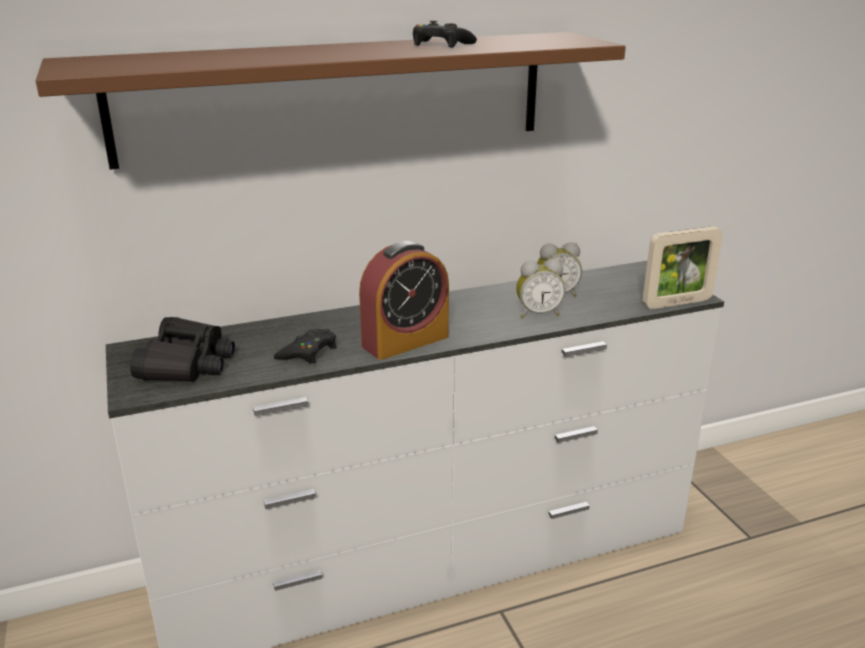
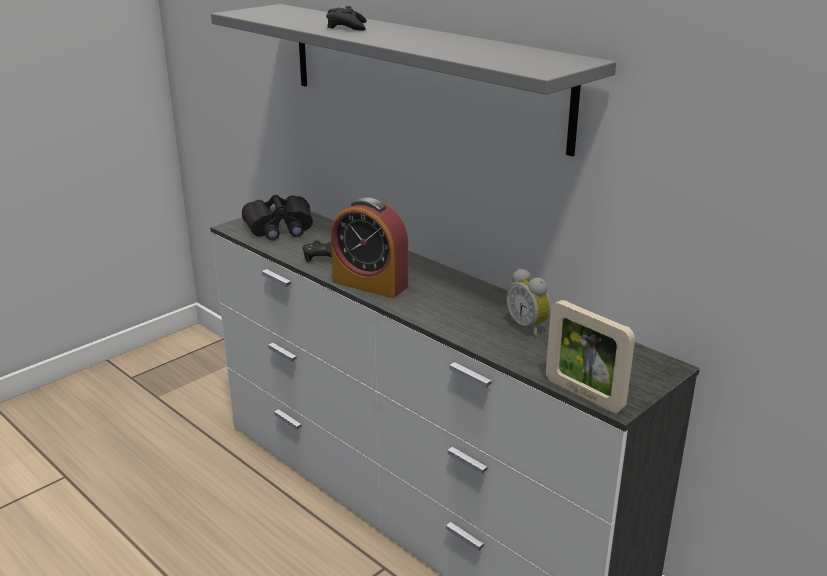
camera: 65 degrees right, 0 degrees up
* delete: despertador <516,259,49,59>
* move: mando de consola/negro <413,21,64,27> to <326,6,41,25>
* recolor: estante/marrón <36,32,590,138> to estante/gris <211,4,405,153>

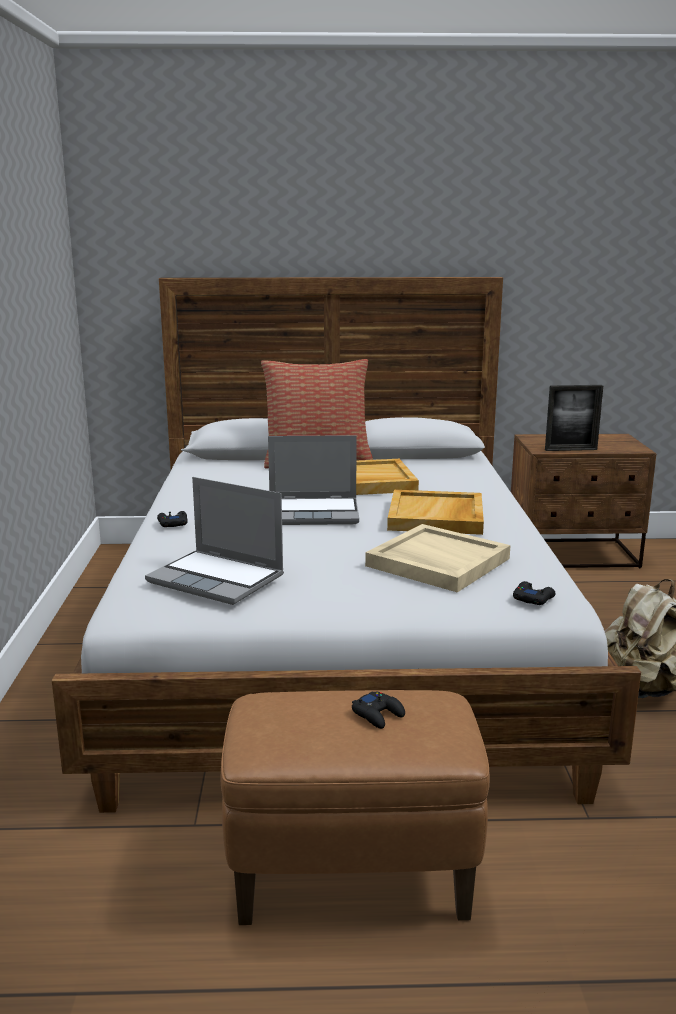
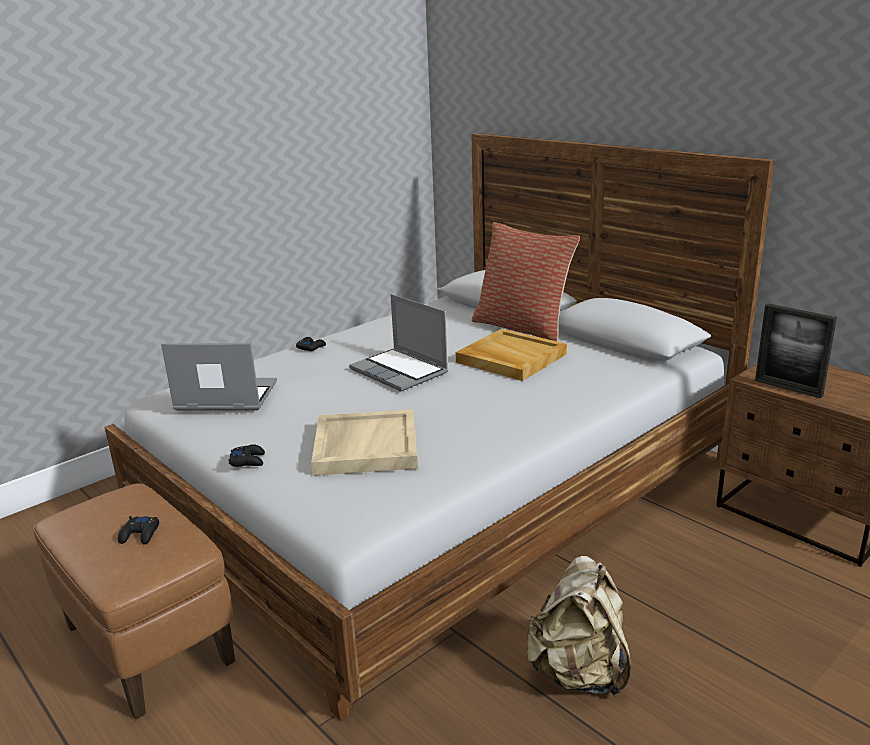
camera: 50 degrees right, 5 degrees up
* delete: bandeja/beis <387,490,97,45>
* move: mando de consola/negro <513,581,42,24> to <228,444,37,23>
* rotate: portátil <145,477,139,128> = <161,343,116,68> 105 degrees clockwise

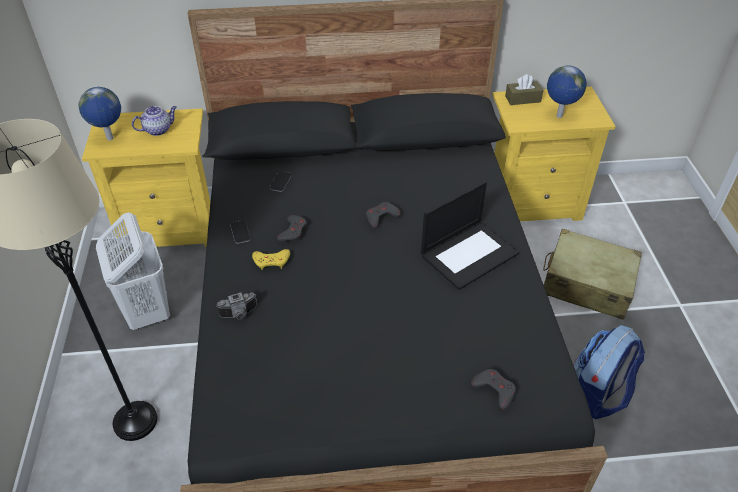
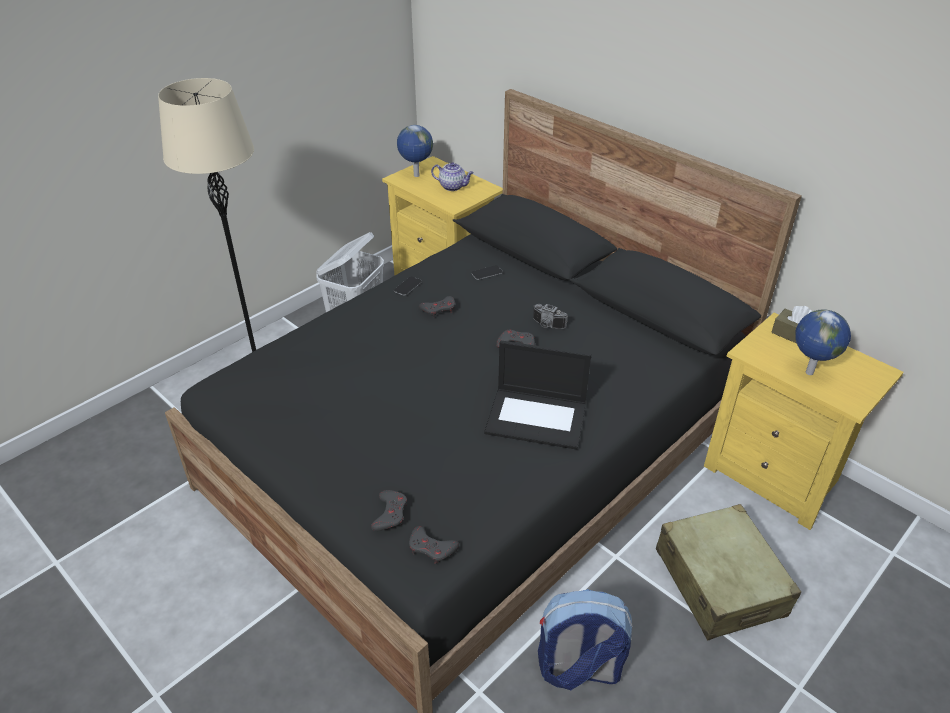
camera: 50 degrees right, 5 degrees down
* delete: mando de consola/amarillo <252,249,38,21>
* insert: mando de consola/gris <409,526,50,38>
* move: cámara <216,292,41,28> to <533,304,35,25>

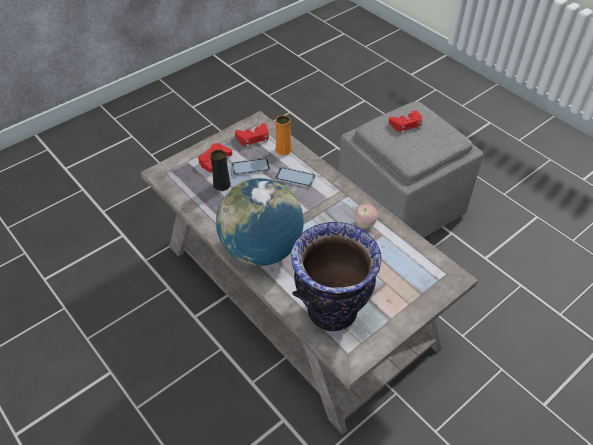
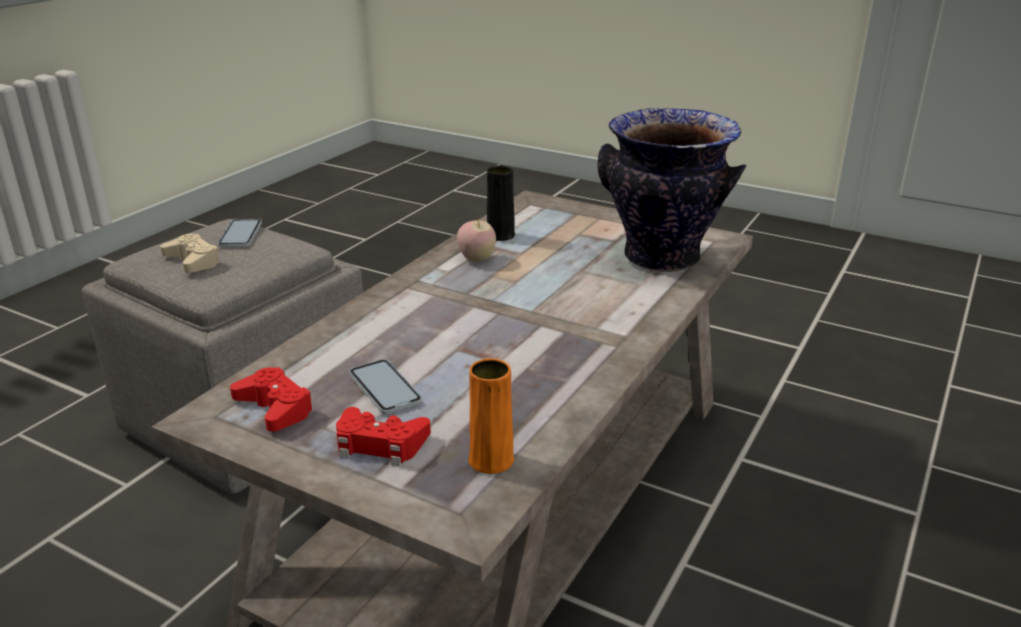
camera: 110 degrees left, 20 degrees down
* delete: globo terráqueo <216,178,88,88>
* move: florero/negro <210,150,21,41> to <487,166,28,75>
* move: florero/naranja <275,115,17,40> to <468,358,46,116>
* move: móvil <275,167,40,20> to <218,219,44,28>
* recolor: mando de consola/rojo <389,110,33,24> to mando de consola/beis <160,234,62,39>

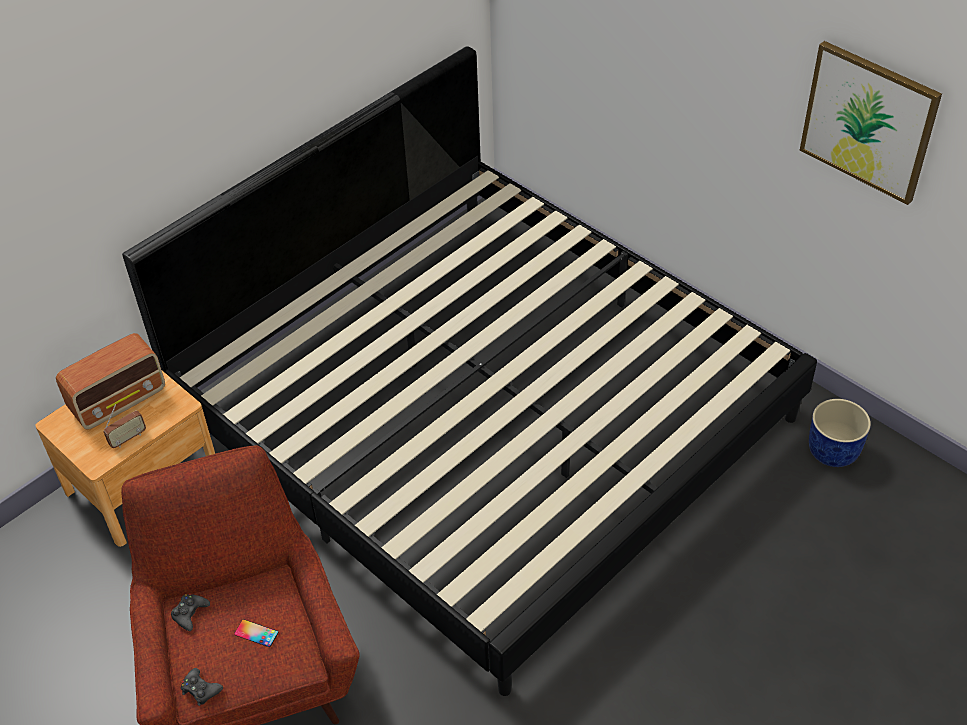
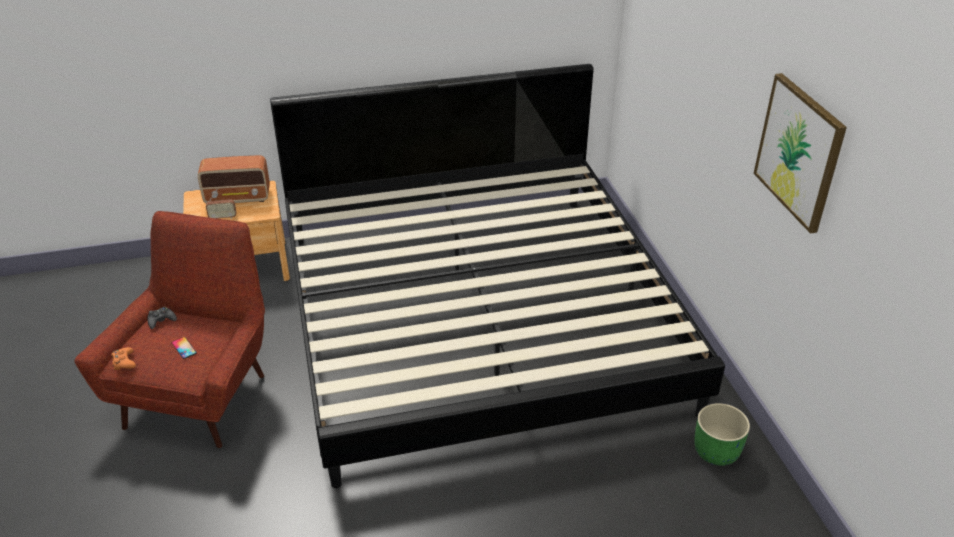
camera: 30 degrees right, 10 degrees down
* recolor: mando de consola/negro <181,668,42,38> to mando de consola/naranja <111,347,25,23>
* recolor: maceta/azul <809,399,62,68> to maceta/verde <694,403,56,63>

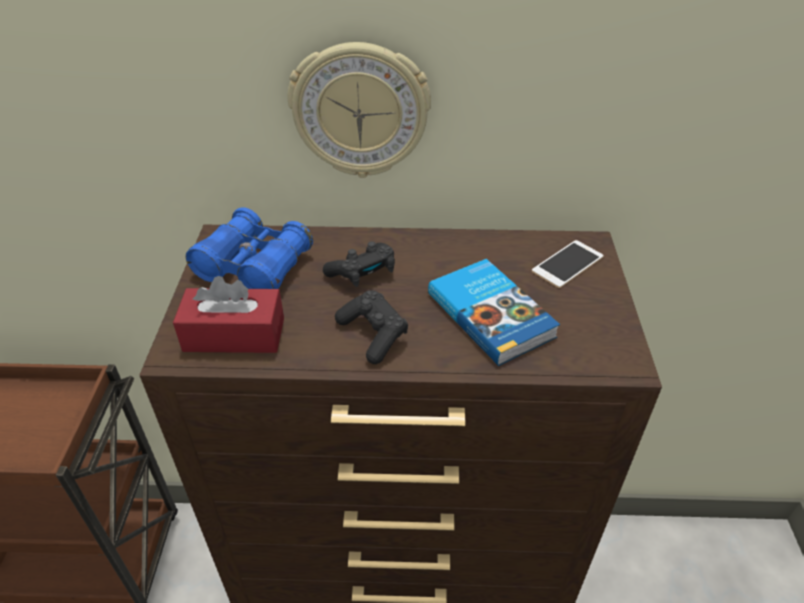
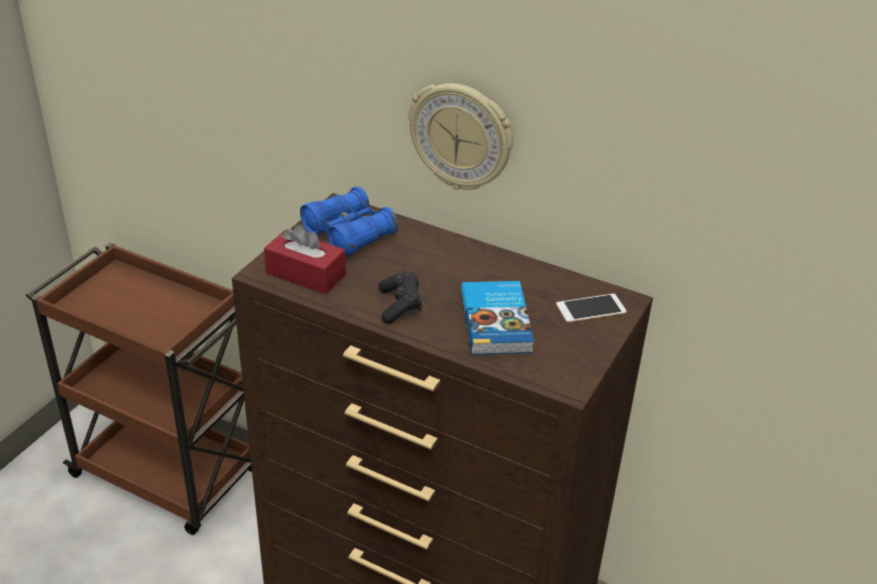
camera: 25 degrees right, 5 degrees down
* delete: mando de consola/negro <323,241,72,46>

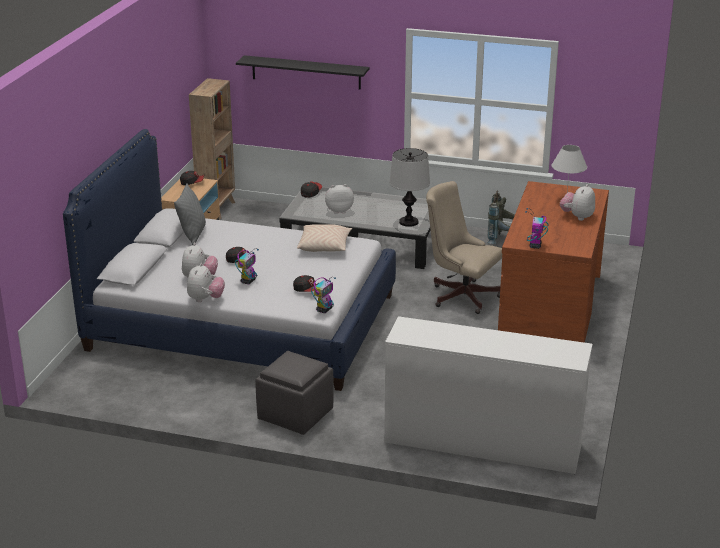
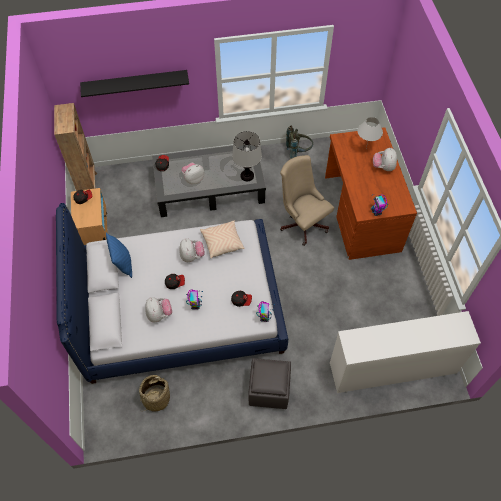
camera: 25 degrees left, 30 degrees up
* insert: cesta <138,375,32,37>
* move: peluche <187,263,38,39> to <179,238,26,24>
* recolor: cojín/gris <174,183,32,62> to cojín/azul <106,232,26,46>
* rotate: silla de oficina/beis <426,181,76,133> = <280,155,54,91> 45 degrees clockwise

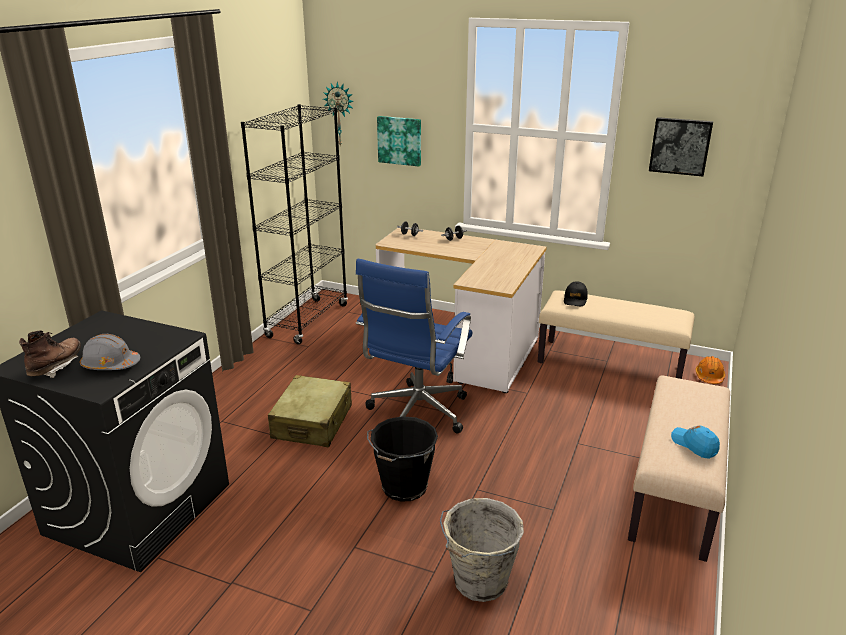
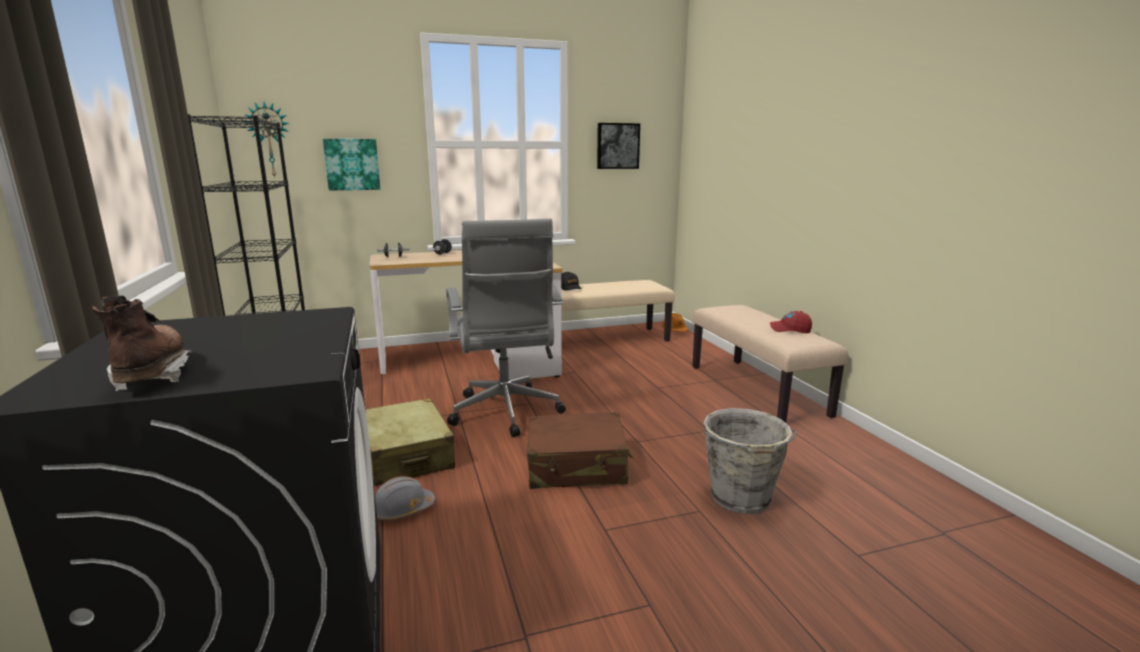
camera: 40 degrees left, 10 degrees down
* move: casco/gris <80,334,60,36> to <375,476,60,45>
* replace: cubo/negro <367,416,71,86> to maleta/marrón <527,412,106,77>
* recolor: silla de oficina/azul <356,259,116,175> to silla de oficina/gris <446,219,120,218>
* recolor: gorra/azul <671,425,49,34> to gorra/rojo <770,311,42,22>

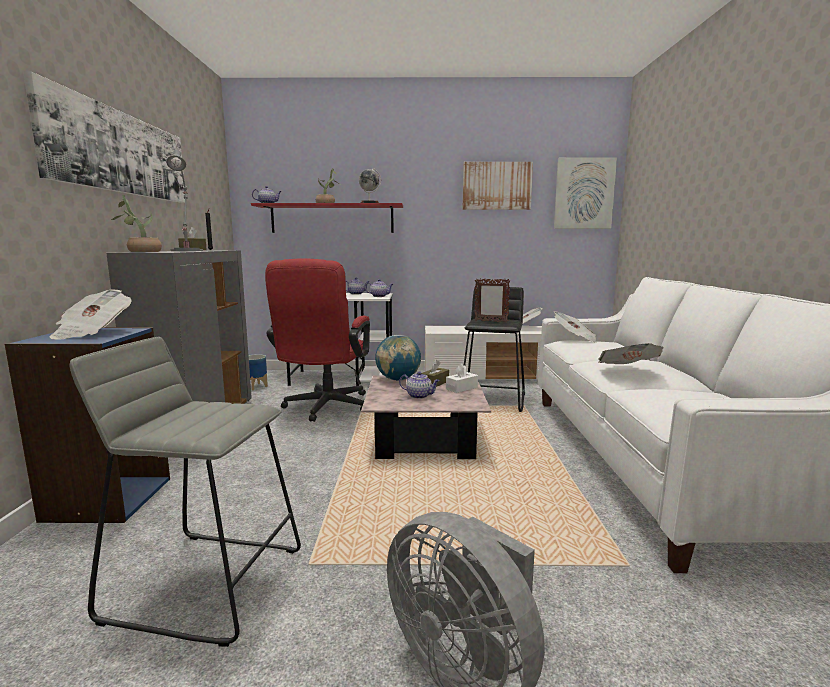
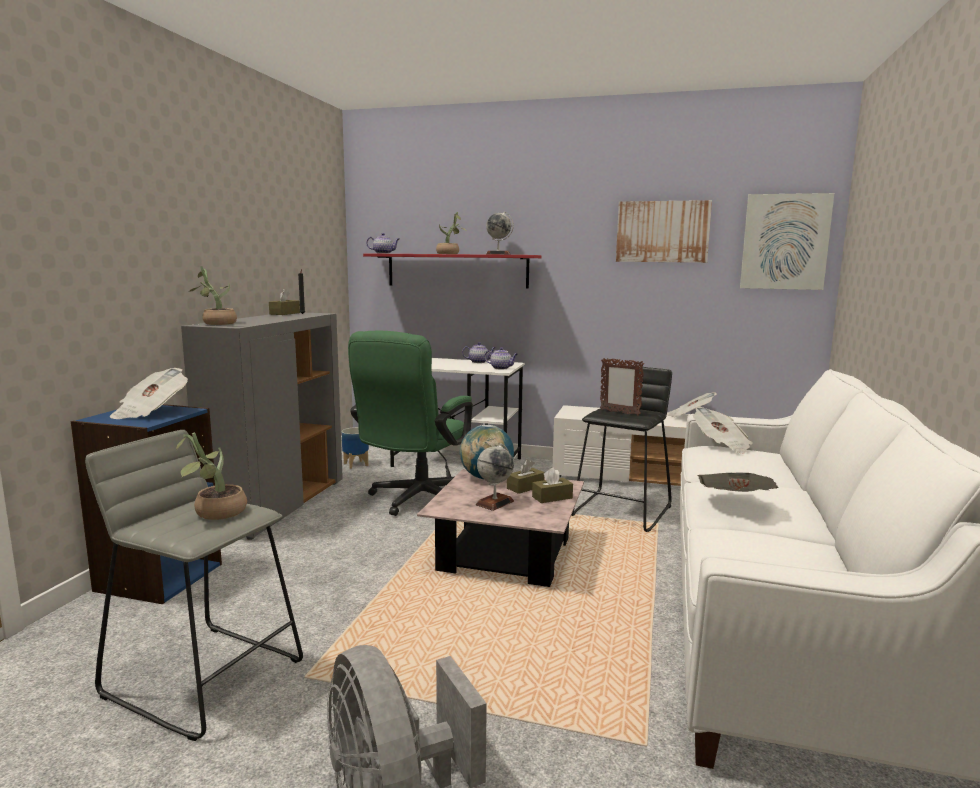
camera: 15 degrees right, 0 degrees up
* delete: cuadro <23,71,162,132>
* delete: lámpara de mesa/gris <166,150,37,101>
* insert: planta en maceta <176,432,71,88>
* replace: tetera <399,372,41,27> to globo terráqueo <476,443,38,68>
* recolor: silla de oficina/rojo <265,259,105,163> to silla de oficina/verde <348,331,125,185>
* recolor: caja de pañuelos/blanco <446,364,32,29> to caja de pañuelos/marrón <532,468,41,35>

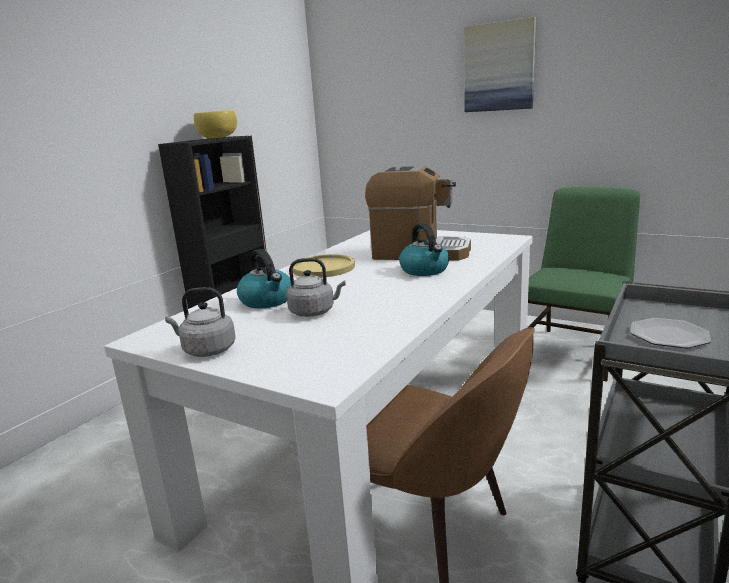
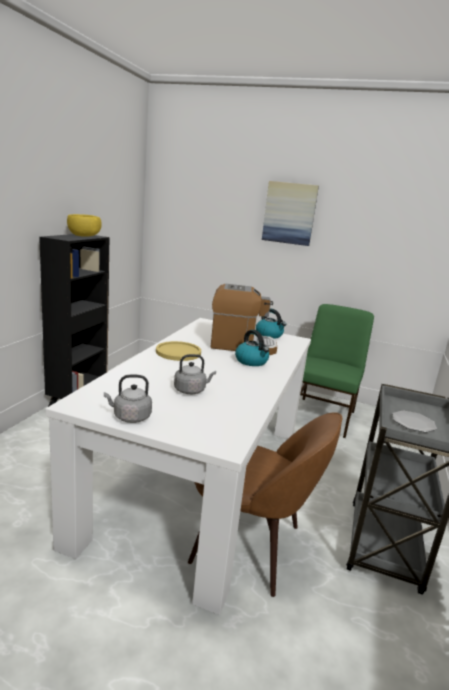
camera: 15 degrees left, 0 degrees up
* move: hervidor <237,249,54,60> to <256,309,30,30>

